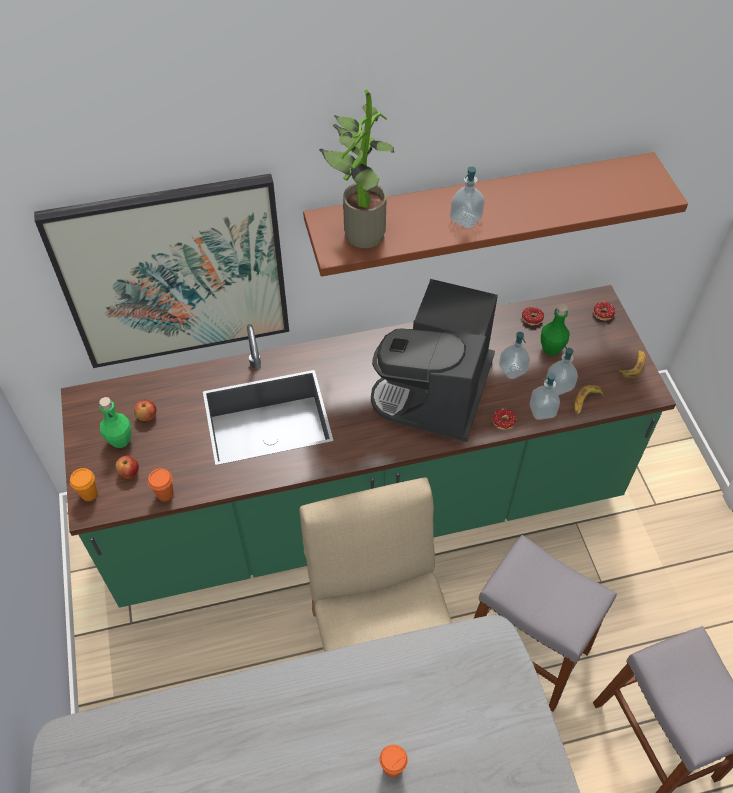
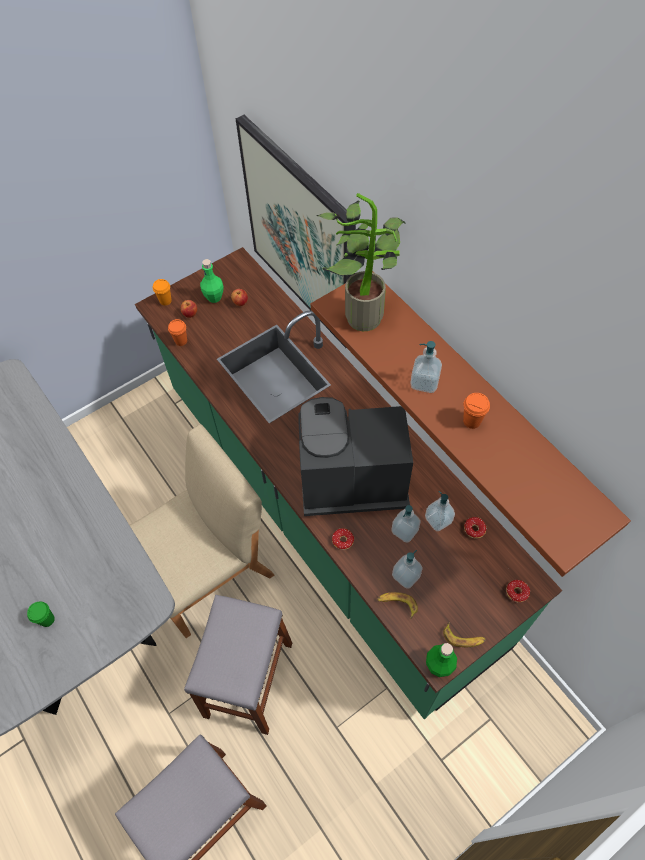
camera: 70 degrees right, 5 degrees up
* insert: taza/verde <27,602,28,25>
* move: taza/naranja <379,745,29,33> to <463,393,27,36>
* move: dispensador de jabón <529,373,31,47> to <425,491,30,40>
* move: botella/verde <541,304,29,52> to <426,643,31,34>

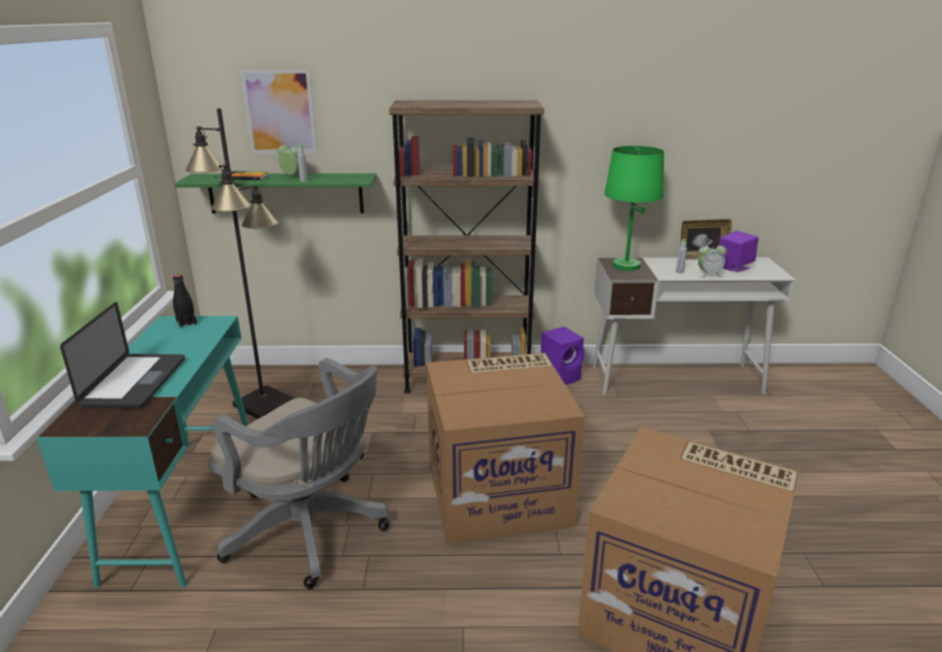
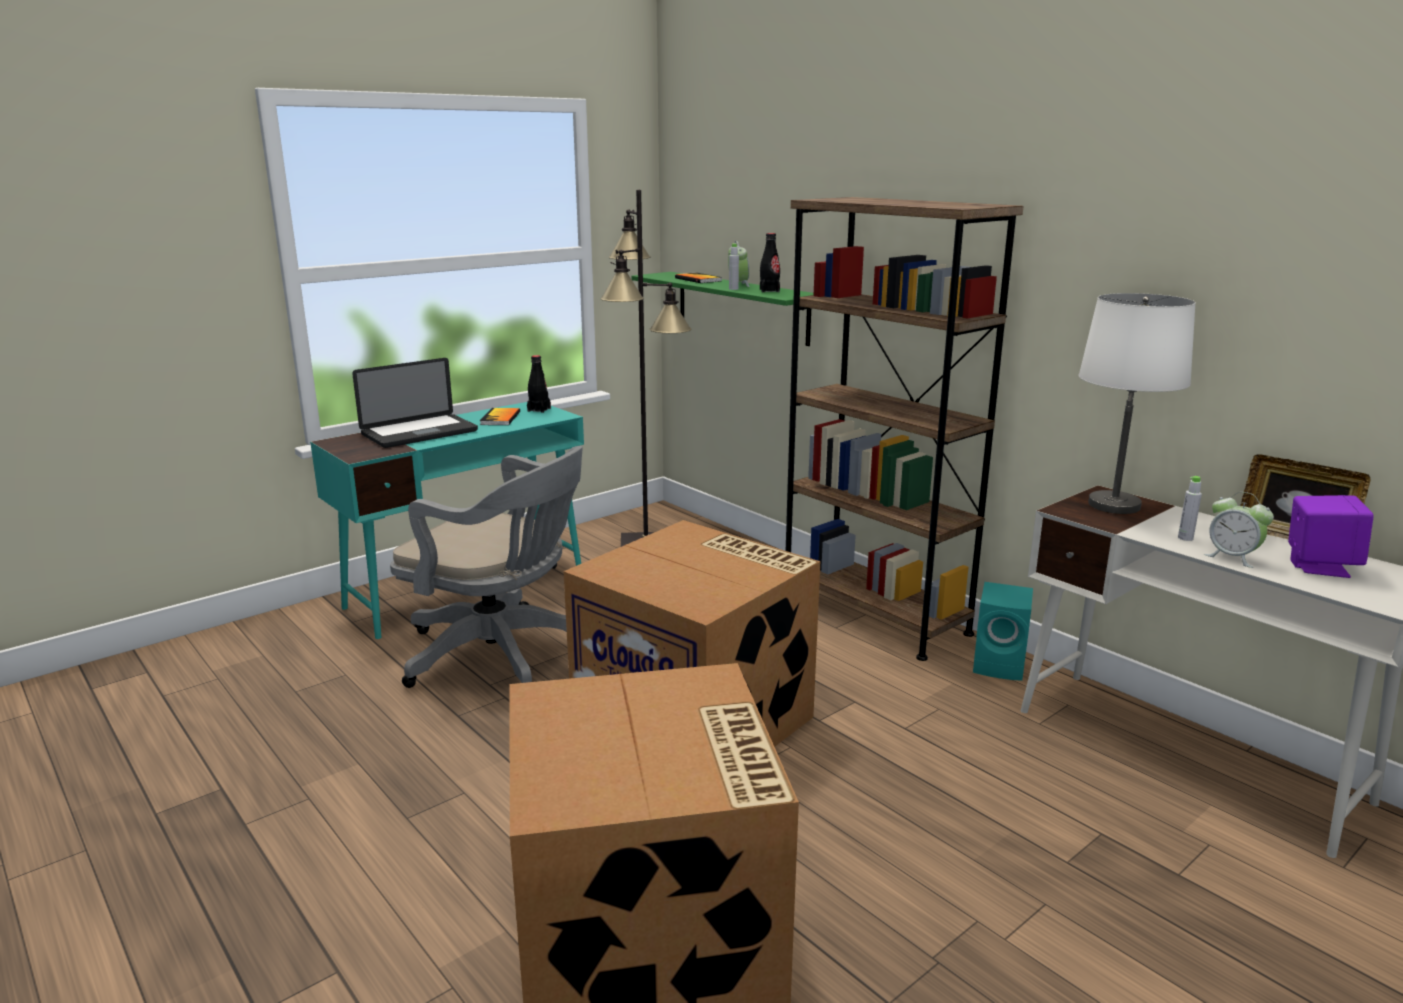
camera: 50 degrees right, 5 degrees down
* delete: cuadro <240,69,78,84>
* insert: libro <480,408,40,17>
* insert: botella/negro <760,233,20,59>
* recolor: altavoz/morado <541,327,44,58> to altavoz/turquesa <973,582,60,99>
* recolor: lámpara de mesa/verde <604,146,60,125> to lámpara de mesa/blanco <1079,293,117,221>
* rotate: silla de oficina/gris <208,358,181,231> = <390,446,193,242> 60 degrees counterclockwise

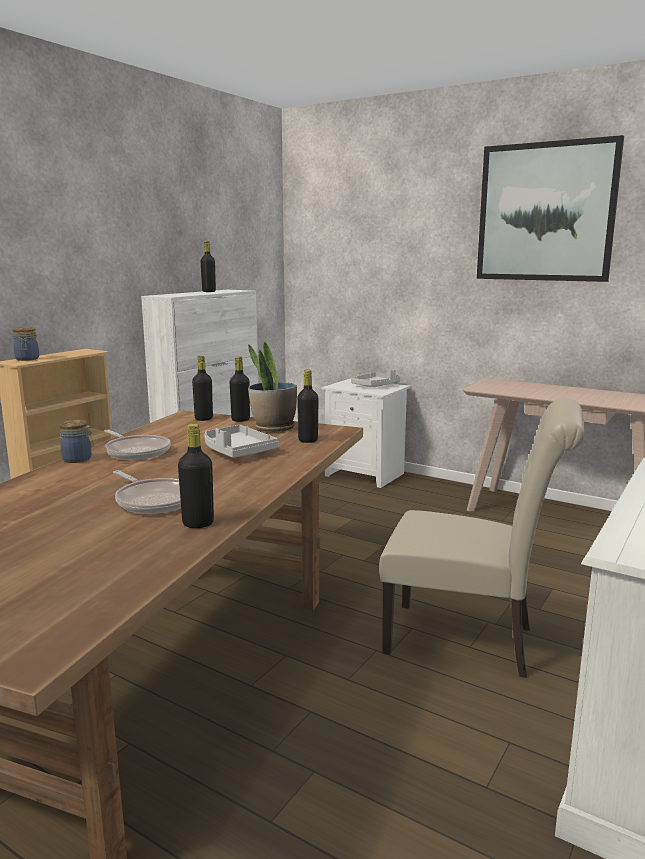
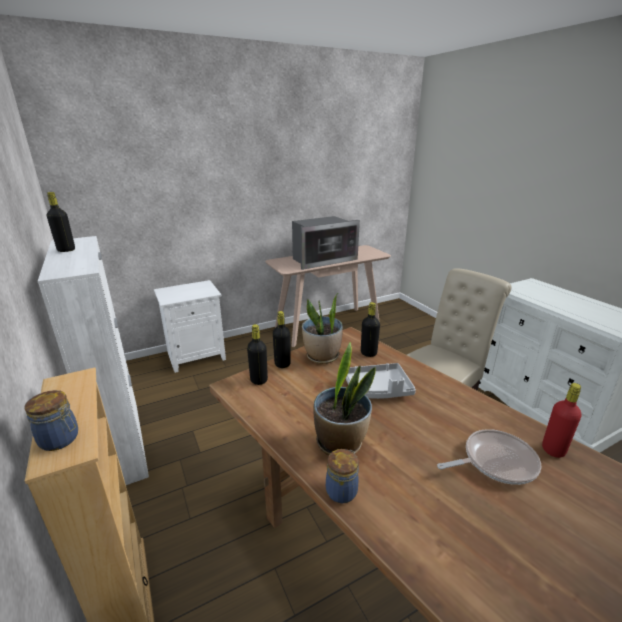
camera: 60 degrees left, 10 degrees up
* delete: bandeja/gris <351,369,49,18>
* delete: cuadro <477,135,147,147>
* insert: microondas <292,216,68,54>
* replace: sartén <104,430,67,30> to planta en maceta <314,342,62,113>
* recolor: botella/negro <178,424,36,104> to botella/rojo <542,383,39,75>

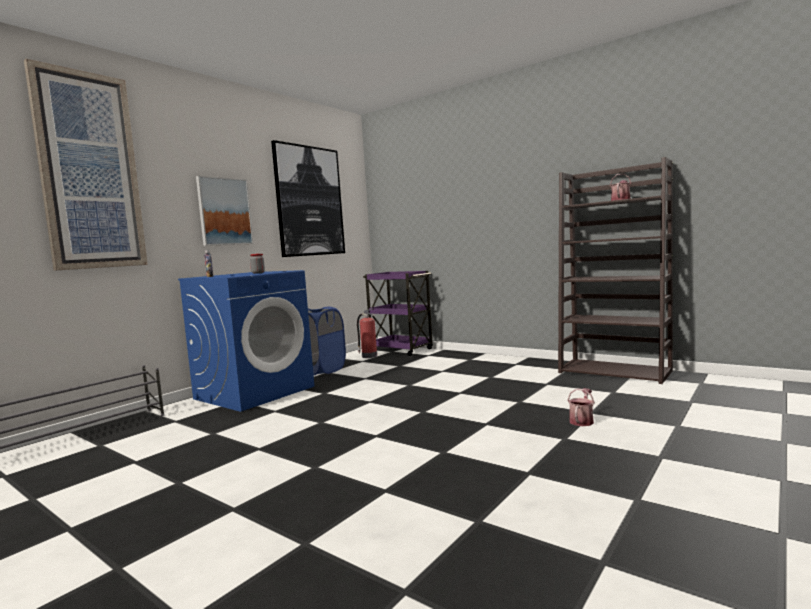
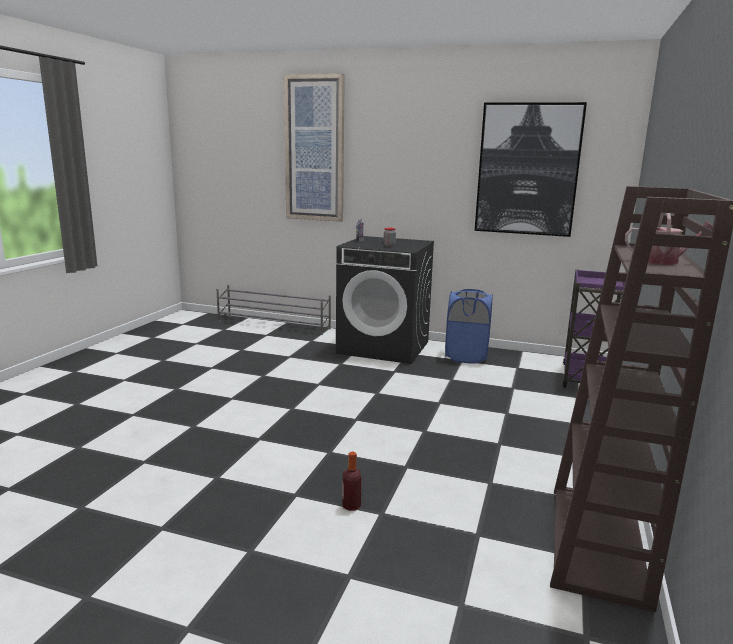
camera: 70 degrees right, 10 degrees up
* delete: cuadro <196,176,57,70>
* delete: extintor <357,308,20,50>
* replace: regadera <568,388,27,38> to botella <342,452,20,59>
* recolor: lavadora/azul <178,270,136,142> to lavadora/negro <336,236,98,128>

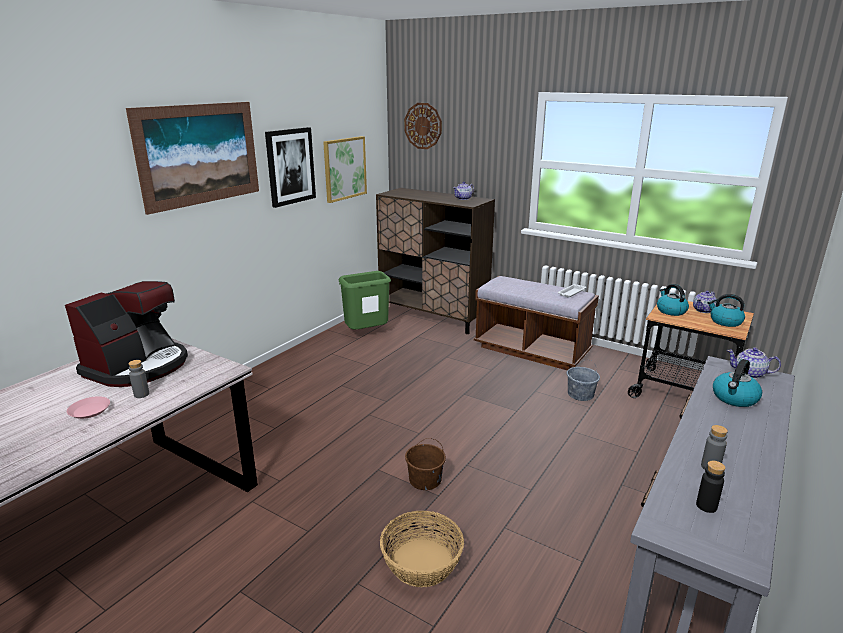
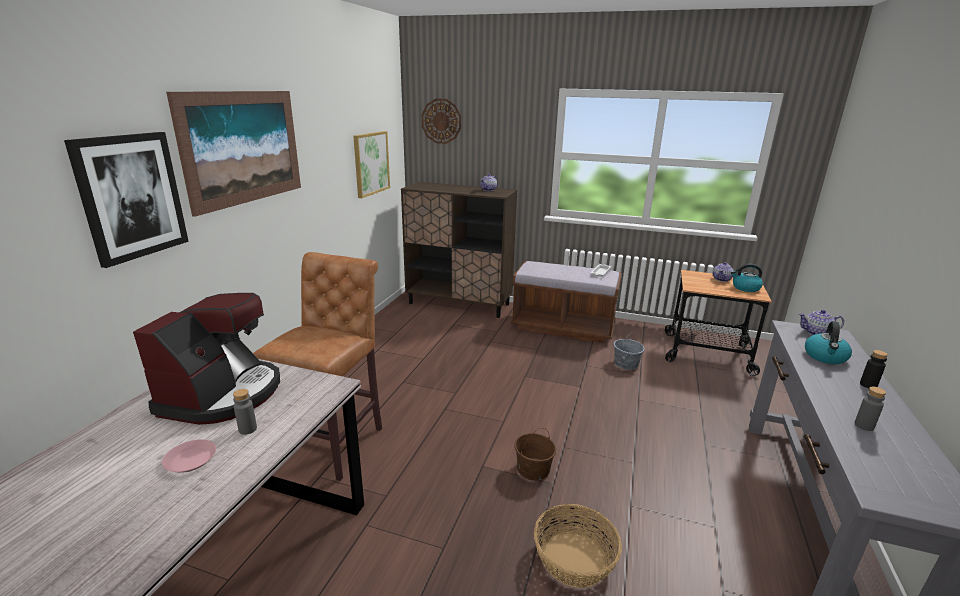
camera: 15 degrees left, 0 degrees up
* delete: papelera/verde <339,271,52,59>
* delete: hervidor <657,284,32,32>
* insert: taburete/marrón <253,252,129,229>
* move: cuadro <265,127,51,81> to <64,132,125,136>
* move: botella/negro <696,461,29,52> to <860,350,28,38>

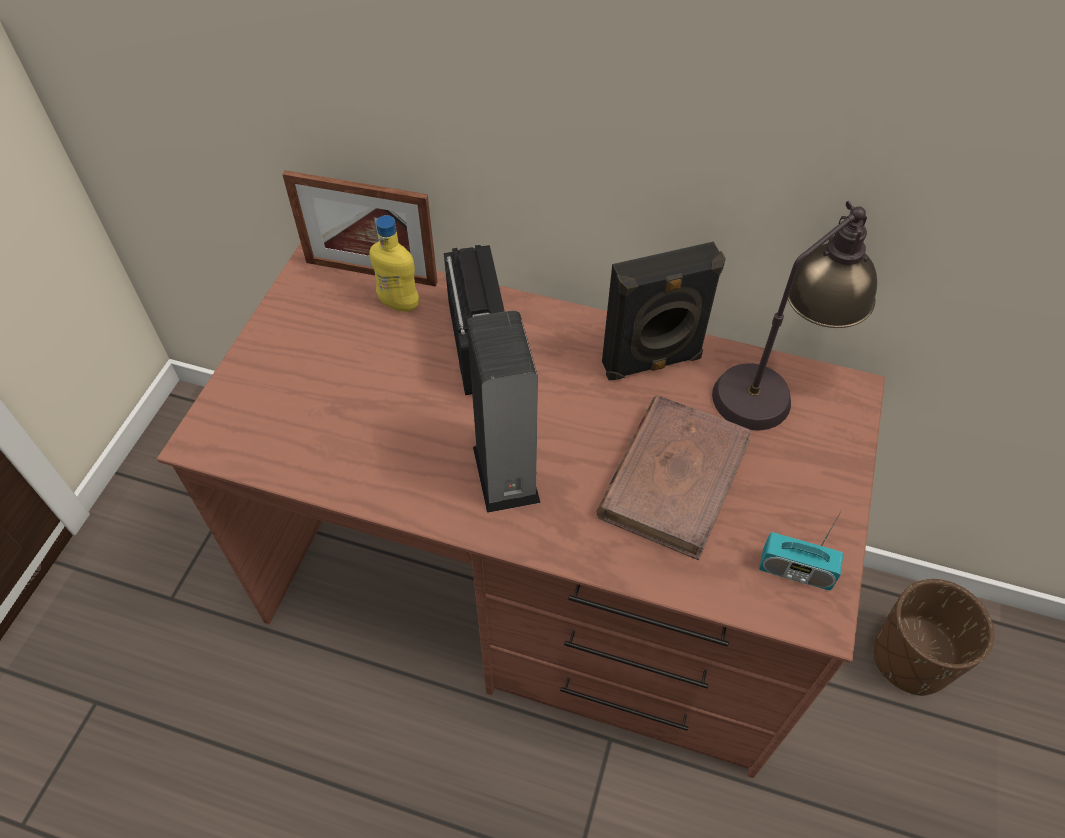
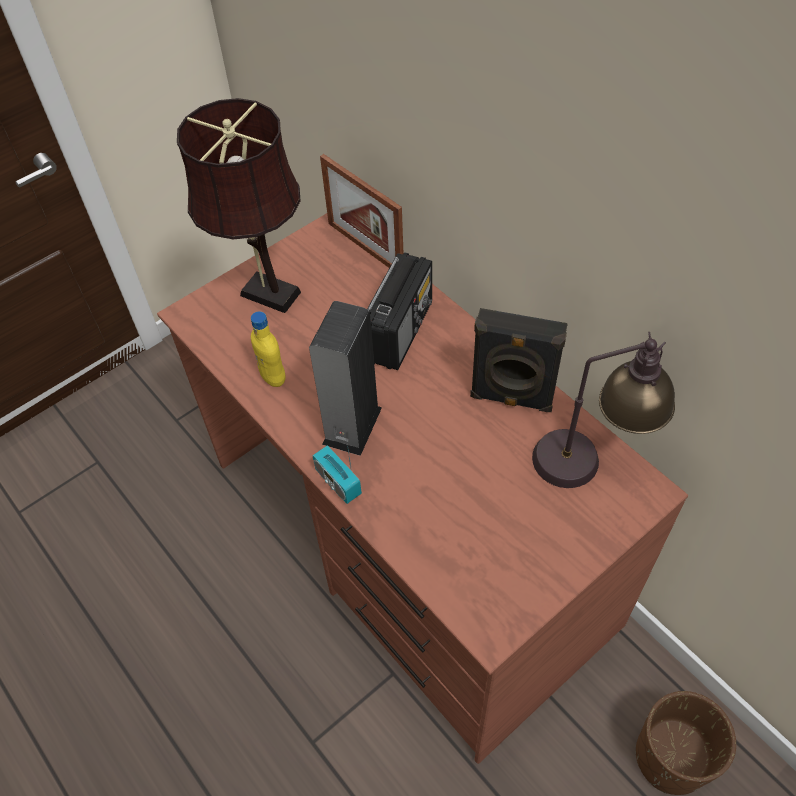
camera: 35 degrees right, 0 degrees up
* delete: libro/marrón <596,395,155,165>
* insert: lámpara de mesa/marrón <177,98,124,215>
* move: botella/amarillo <369,215,50,97> to <251,311,35,76>
* move: radio <759,510,85,80> to <313,443,49,61>

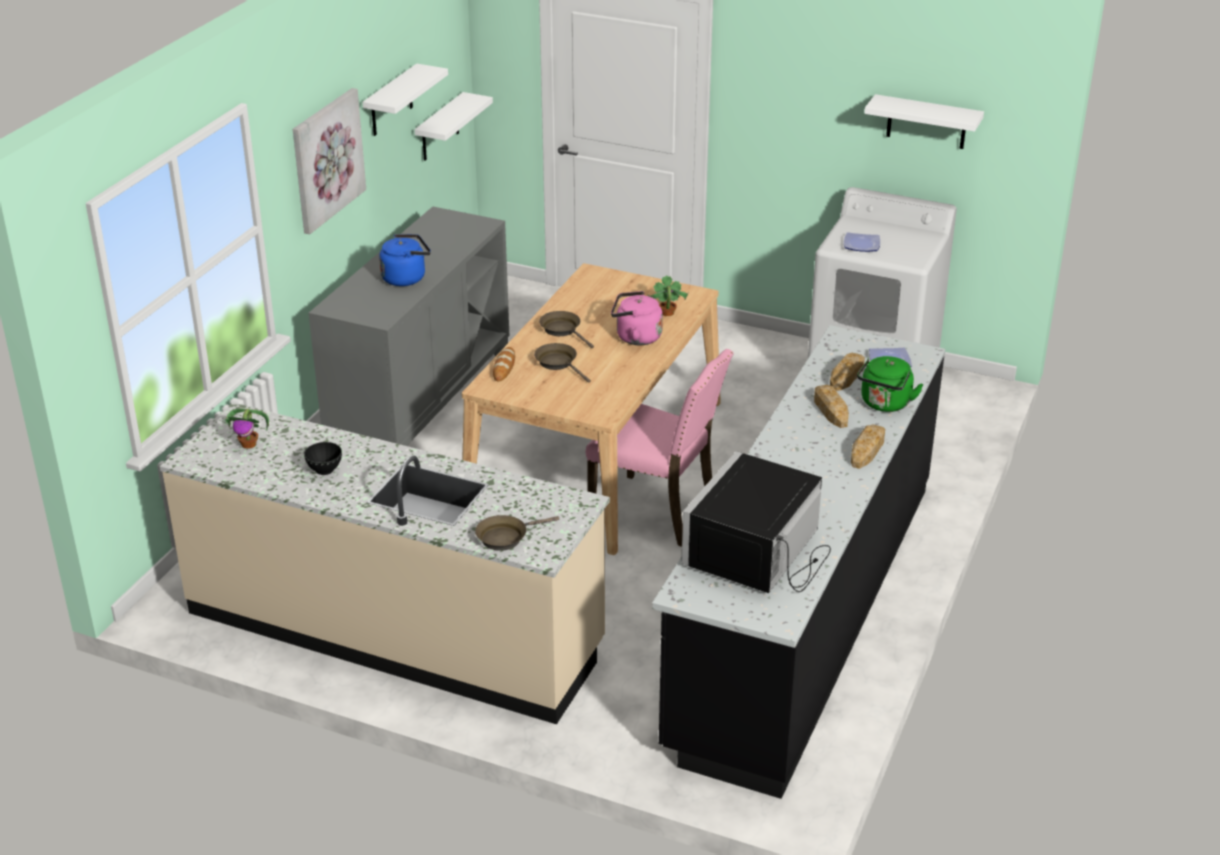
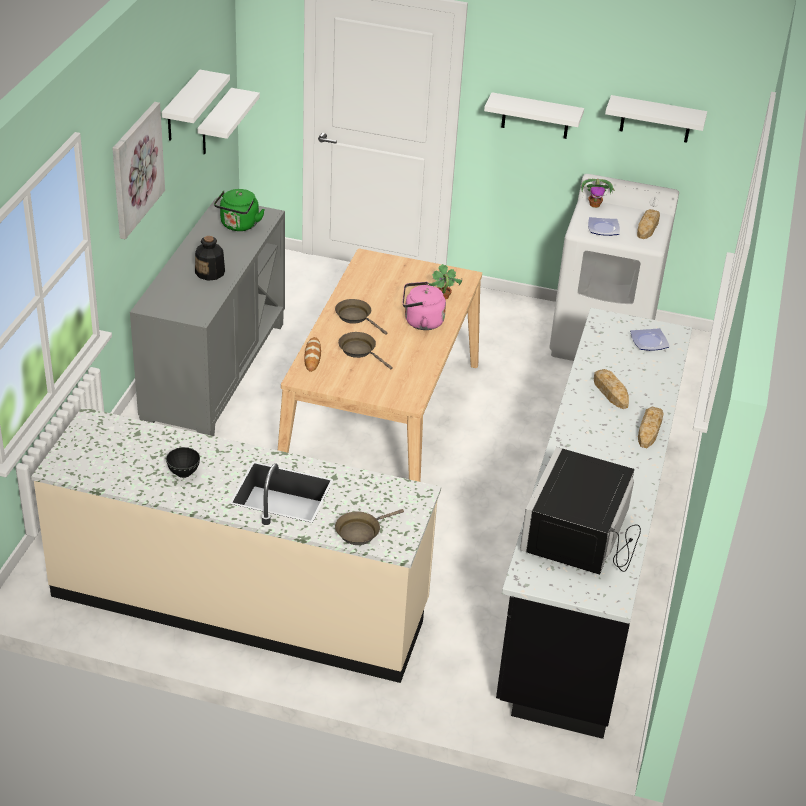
camera: 10 degrees left, 5 degrees up
* delete: silla/rosa <586,349,148,198>
* insert: estante/blanco <484,92,100,47>
* move: planta en maceta <222,408,47,41> to <580,179,35,29>
* move: pan <830,353,35,38> to <637,209,23,30>
* move: hervidor/verde <857,356,67,56> to <214,189,51,42>
* replace: hervidor/azul <379,234,52,52> to botella <195,236,30,45>

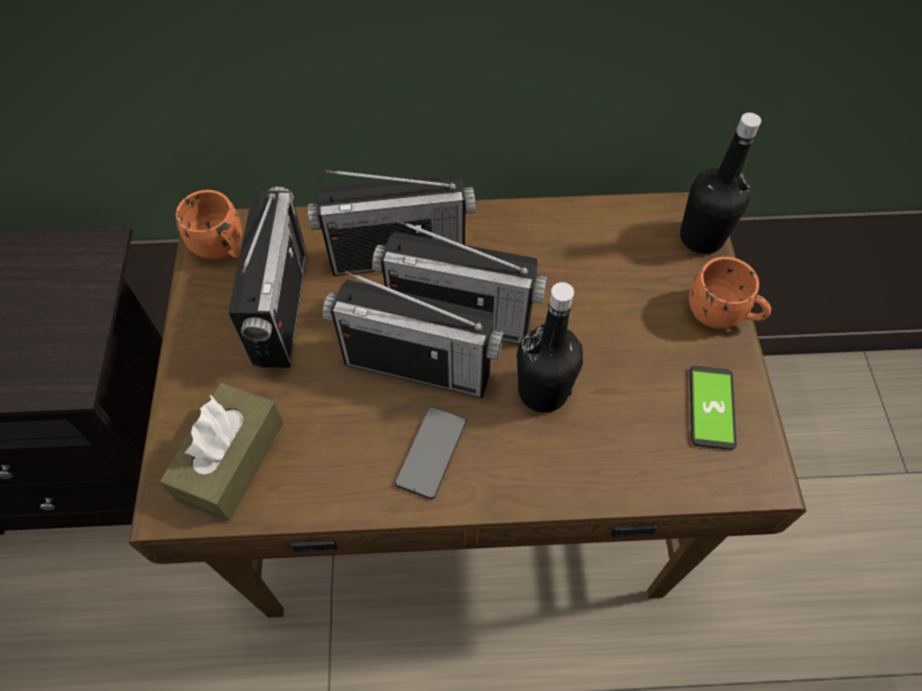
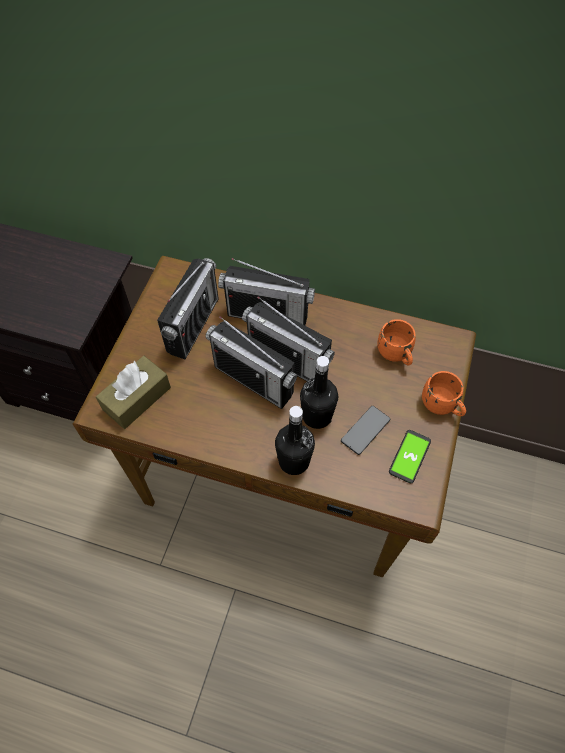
camera: 20 degrees right, 0 degrees up
* move: taza grande/naranja <176,190,66,69> to <377,319,39,47>
* move: móvil <395,406,72,93> to <341,406,49,49>
* move: botella/negro <680,113,81,141> to <275,406,40,69>

